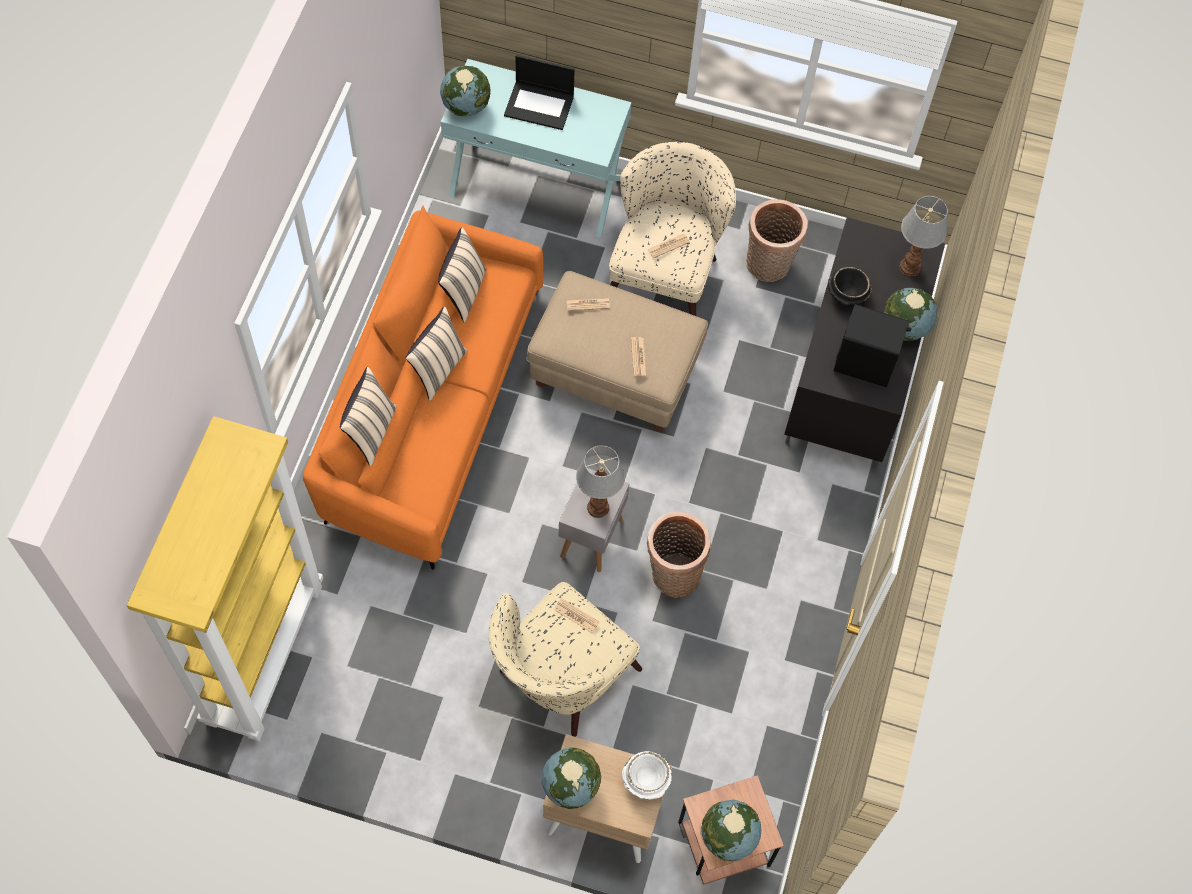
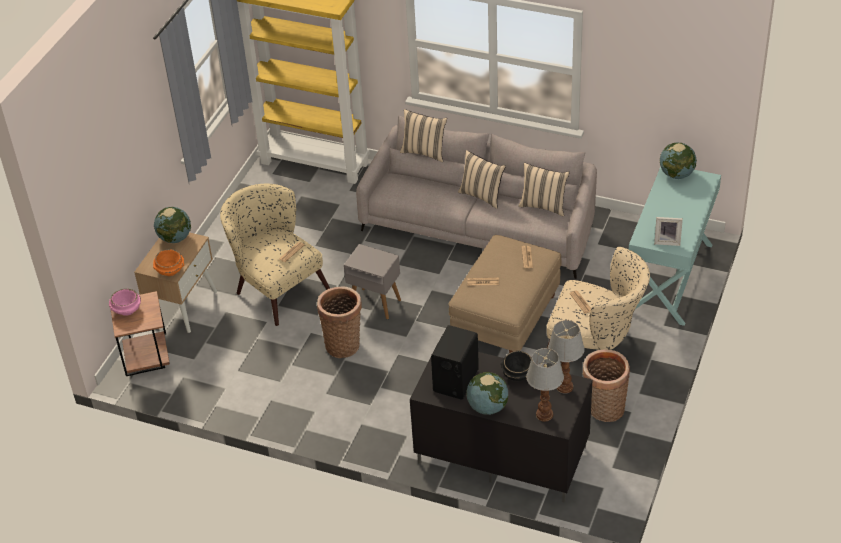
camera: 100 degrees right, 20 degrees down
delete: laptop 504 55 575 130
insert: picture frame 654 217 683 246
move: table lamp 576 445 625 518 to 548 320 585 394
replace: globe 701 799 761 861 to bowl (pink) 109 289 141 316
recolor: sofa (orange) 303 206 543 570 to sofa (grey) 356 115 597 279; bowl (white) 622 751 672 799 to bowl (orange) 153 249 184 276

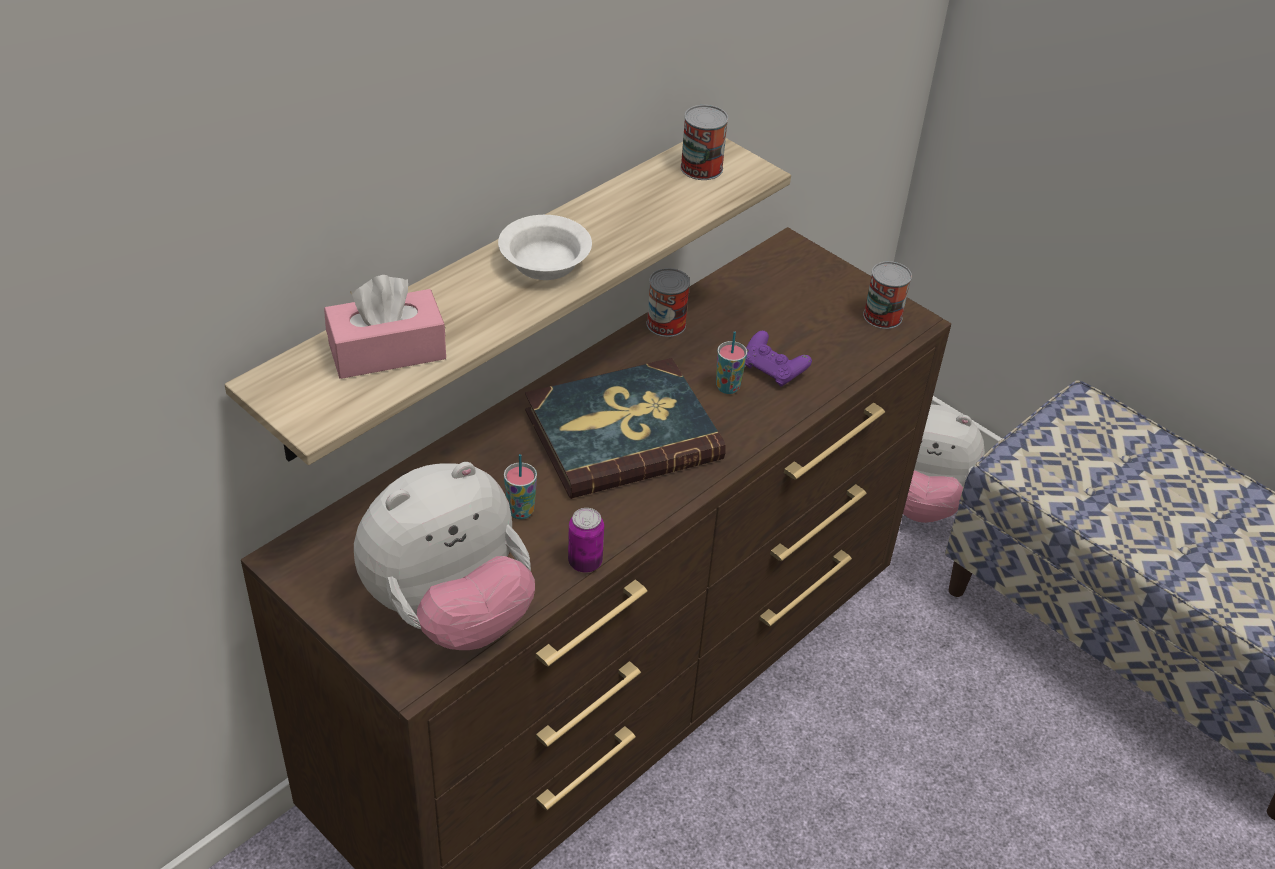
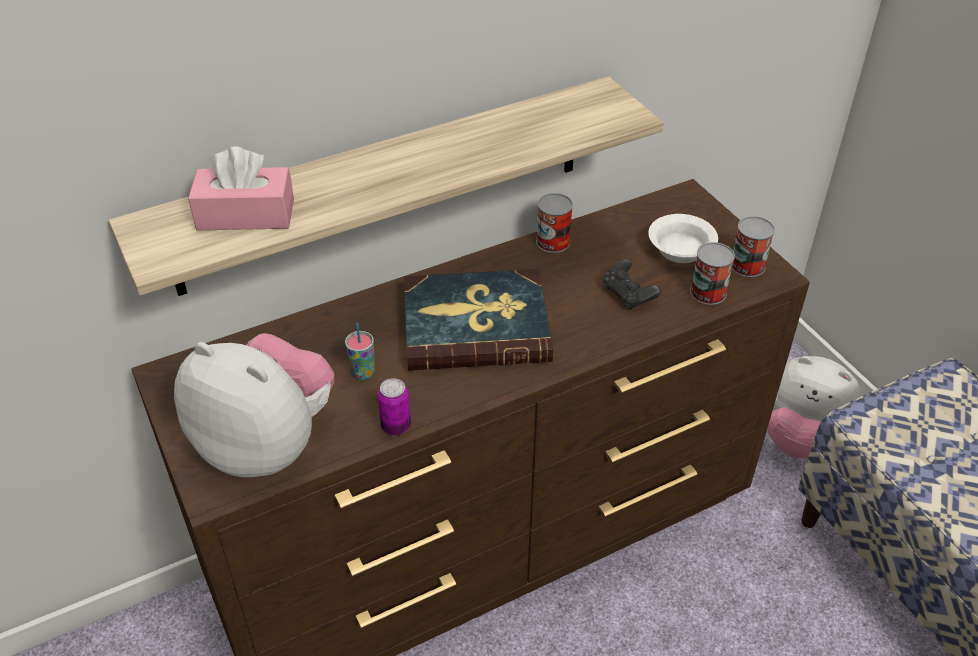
camera: 20 degrees right, 0 degrees up
delete: cup 716 331 747 394
move: bowl (white) 498 215 592 280 to 648 214 718 263; can 680 105 728 180 to 690 242 735 305
recolor: game controller (purple) 745 331 812 387 to game controller (black) 603 259 662 310
rotate: plush toy 354 462 535 650 = 174 333 334 477 135 degrees counterclockwise

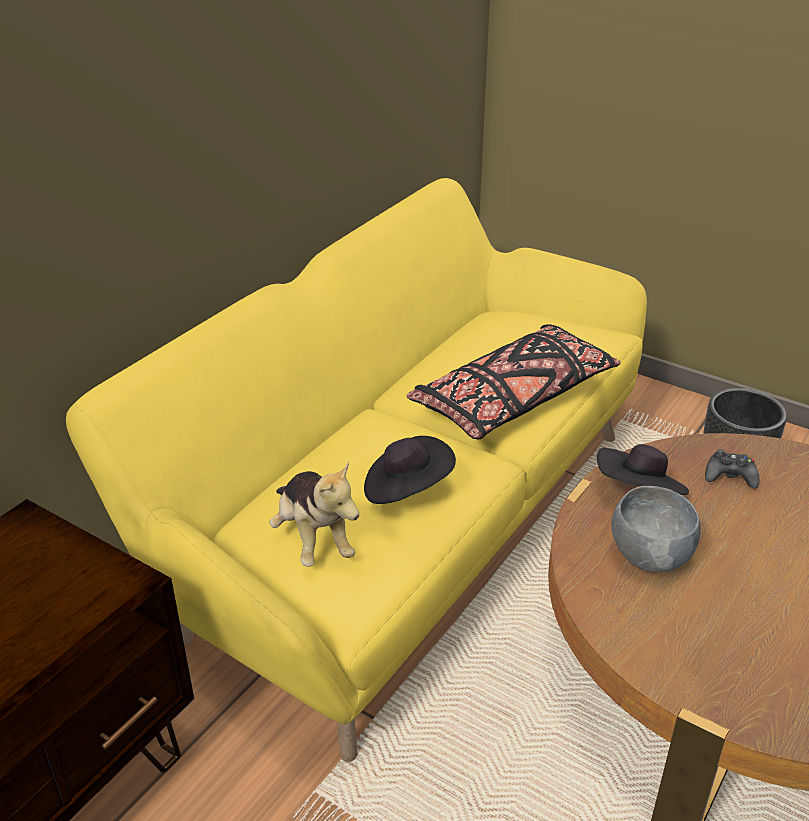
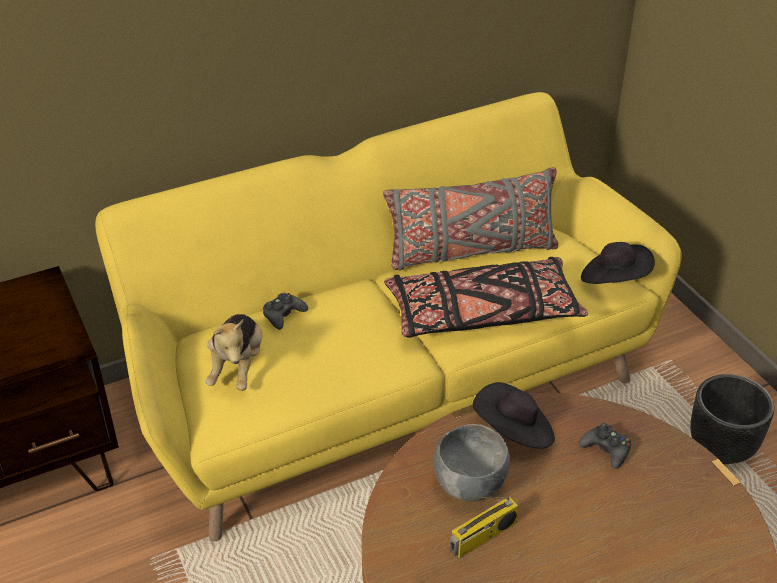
camera: 30 degrees right, 5 degrees up
insert: game controller (black) 263 293 308 330; pillow (grey) 383 167 558 270; radio 450 496 519 558
move: hat (black) 364 436 456 504 to 581 242 655 284

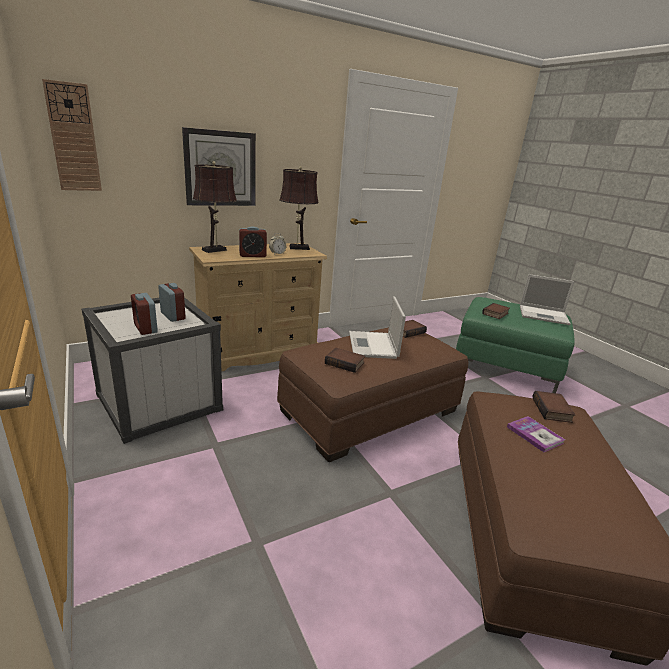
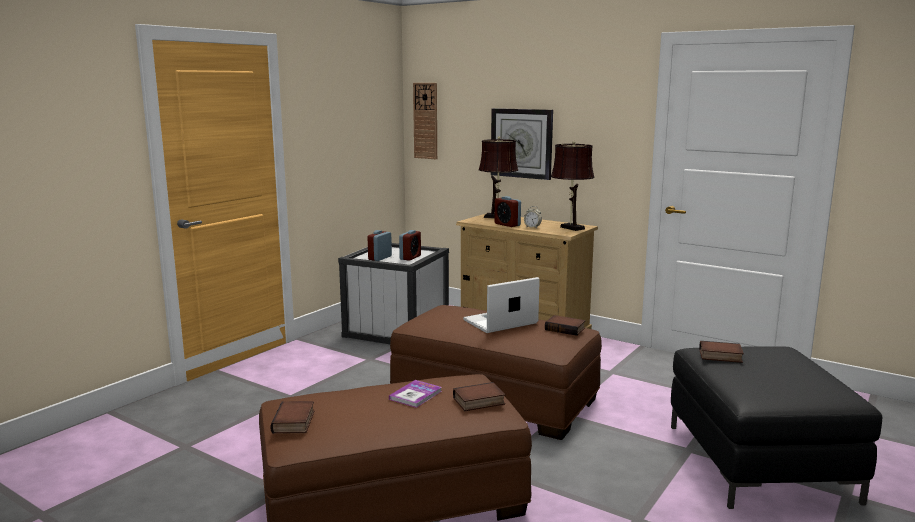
camera: 65 degrees right, 10 degrees down
delete: laptop 520 274 575 325
move: book 325 348 365 373 to 270 401 314 434
recolor: ottoman (green) 456 297 575 393 to ottoman (black) 671 346 882 509

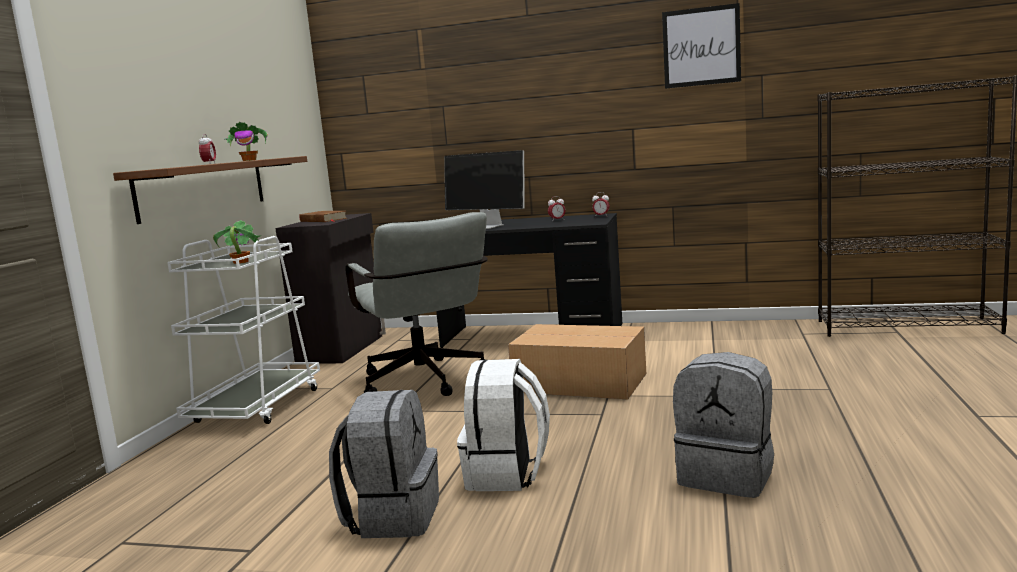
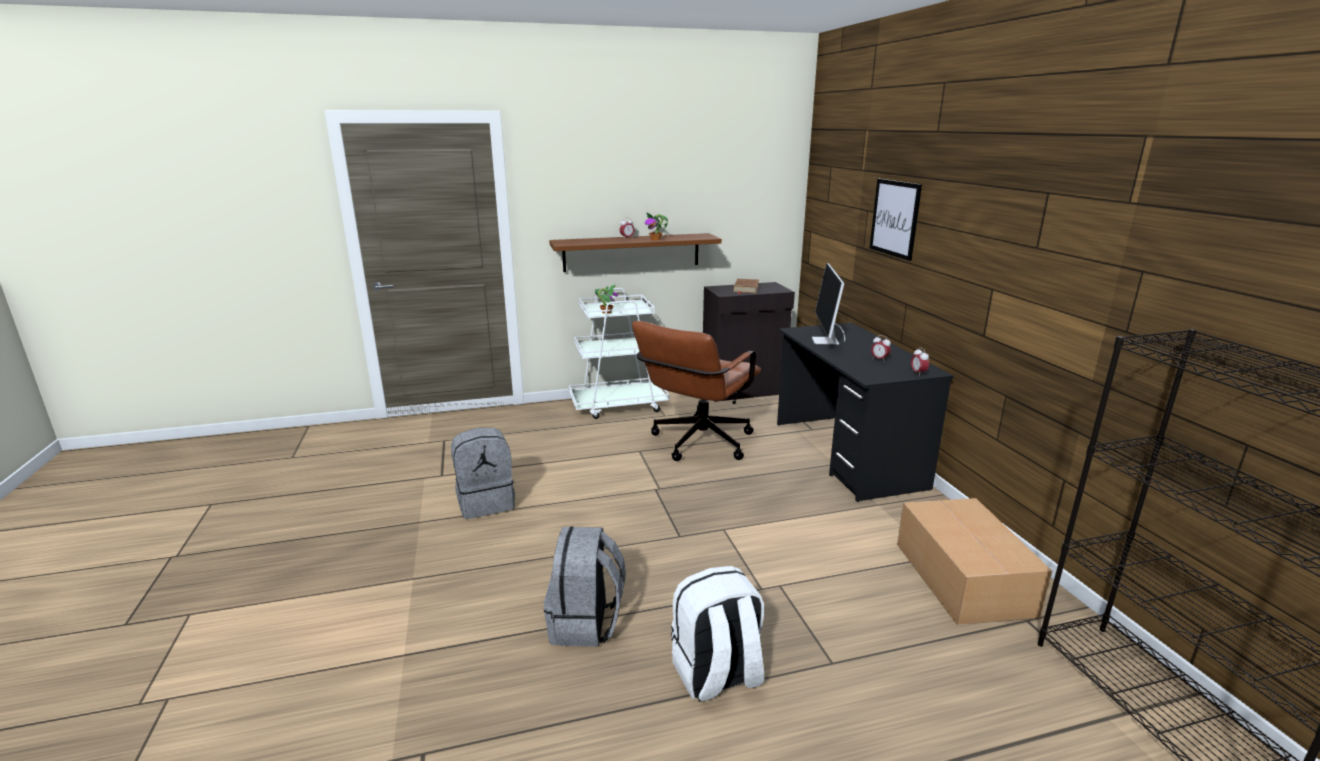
camera: 60 degrees right, 10 degrees up
move: backpack (white) 457 359 550 491 to 671 566 764 702; cardboard box 508 324 646 399 to 897 498 1052 625; picture 662 3 741 89 to 870 179 922 261
recolor: office chair (grey) 345 212 488 396 to office chair (brown) 632 321 761 461

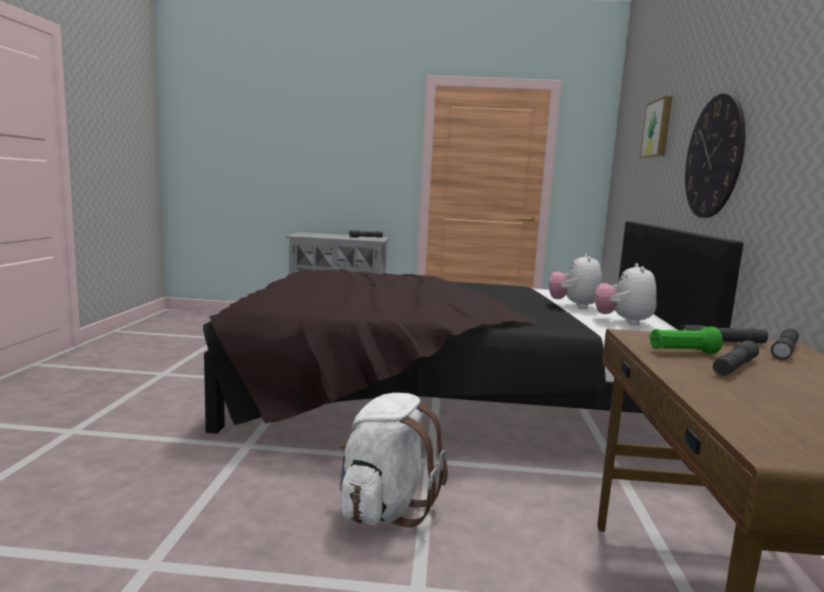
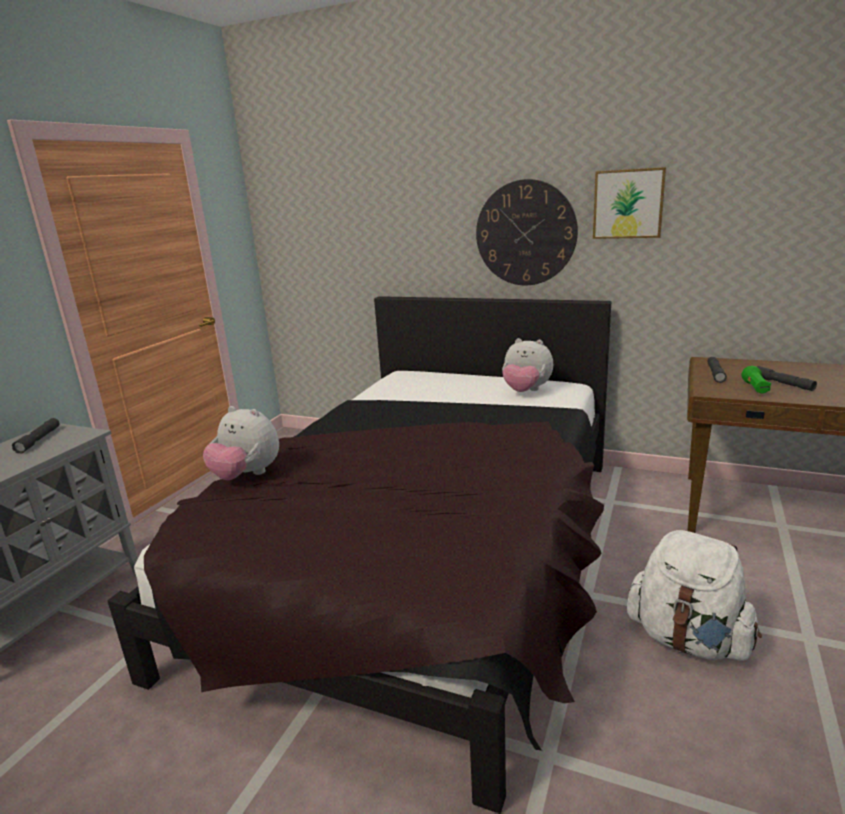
camera: 70 degrees left, 10 degrees up
delete: flashlight (grey) 771 328 799 360
move: plush toy 548 254 602 309 to 203 406 279 480; picture 640 96 673 159 to 593 167 666 239

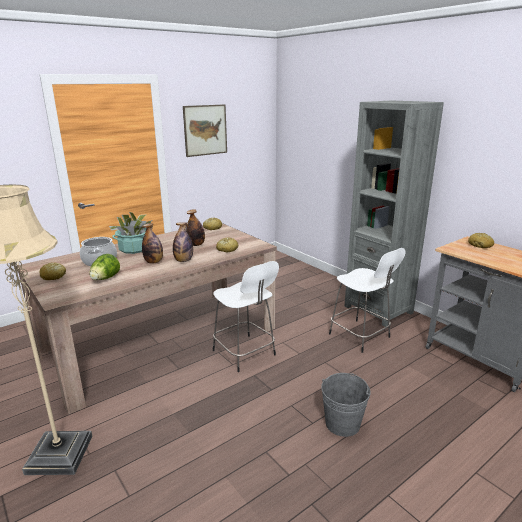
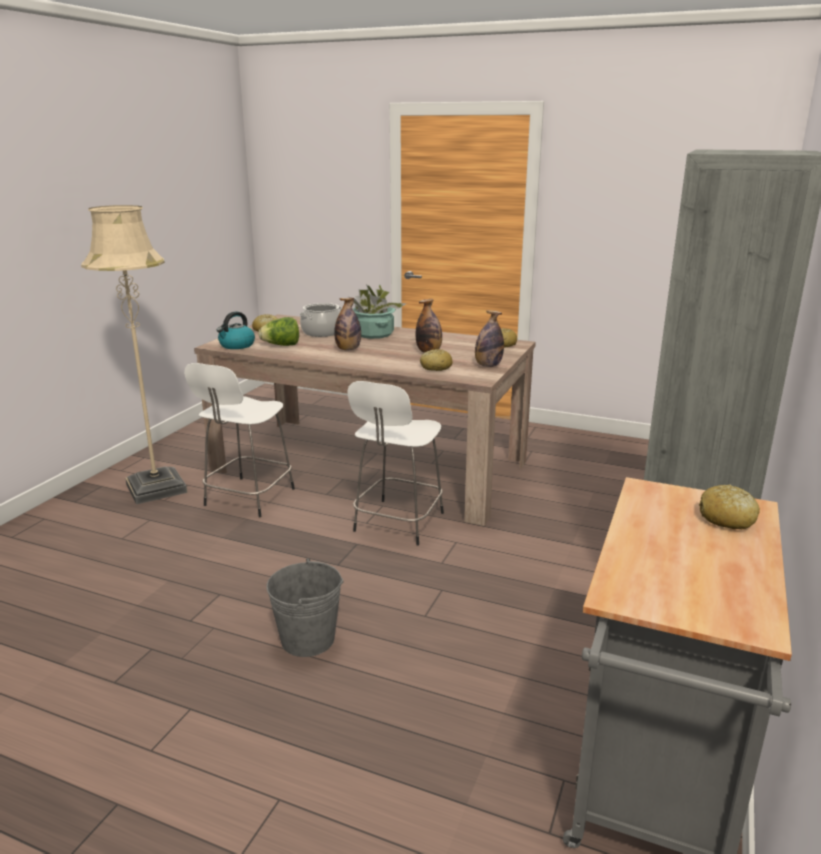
camera: 60 degrees right, 0 degrees up
delete: picture 183 104 227 157
insert: kettle 217 311 255 349
move: bottle 173 222 193 262 to 475 310 504 367; stool (white) 329 248 405 353 to 184 363 295 518

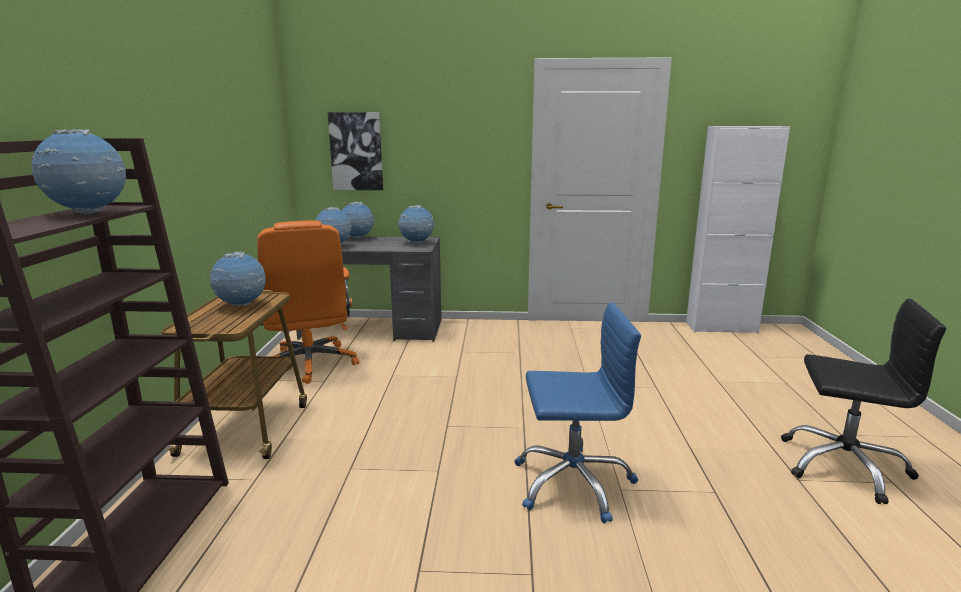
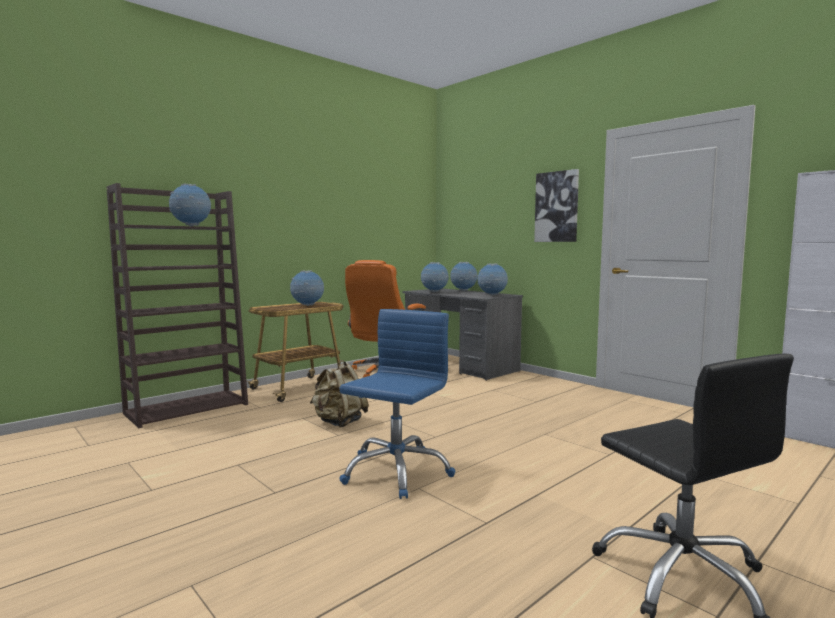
camera: 45 degrees right, 10 degrees down
insert: backpack (beige) 310 360 369 427
move: picture 328 112 383 190 to 534 169 579 242
rotate: office chair (blue) 515 303 641 523 = 339 309 455 499 105 degrees counterclockwise

